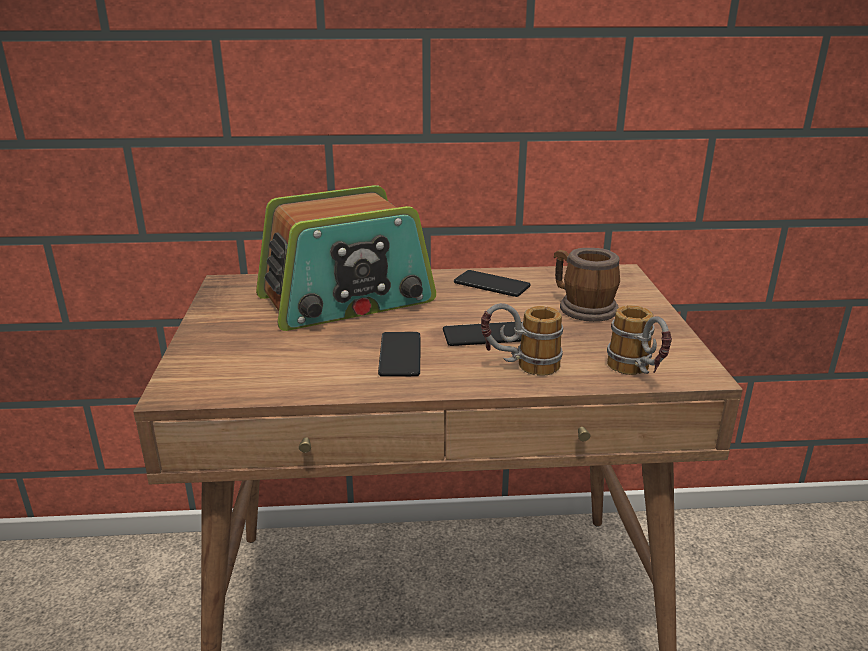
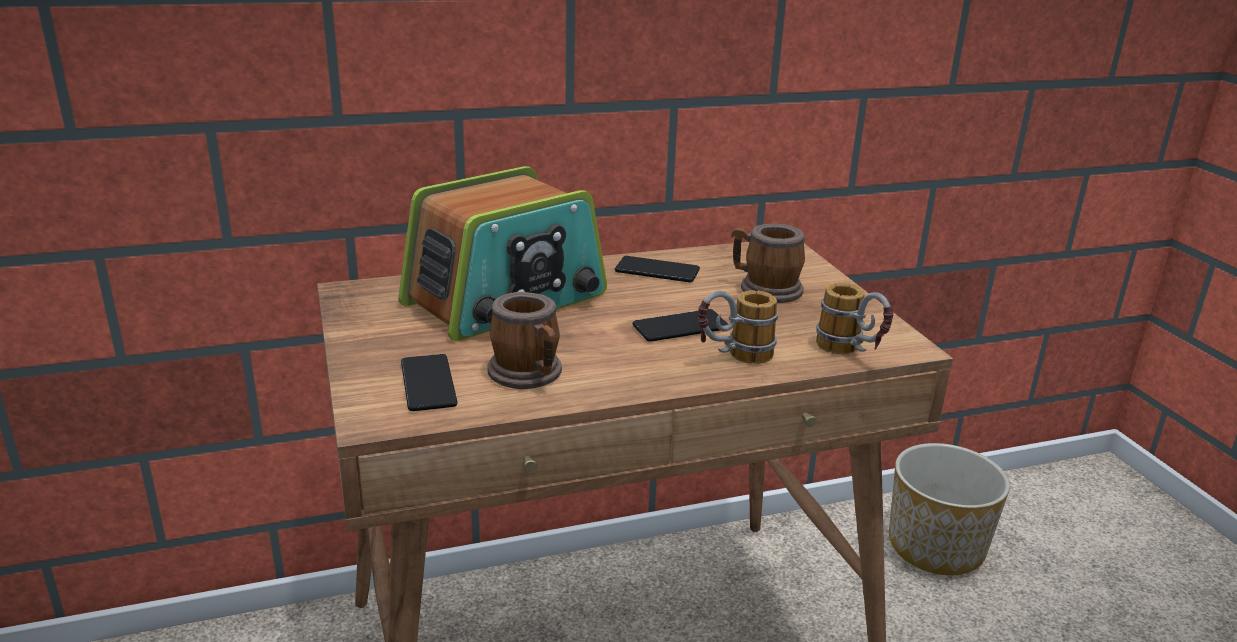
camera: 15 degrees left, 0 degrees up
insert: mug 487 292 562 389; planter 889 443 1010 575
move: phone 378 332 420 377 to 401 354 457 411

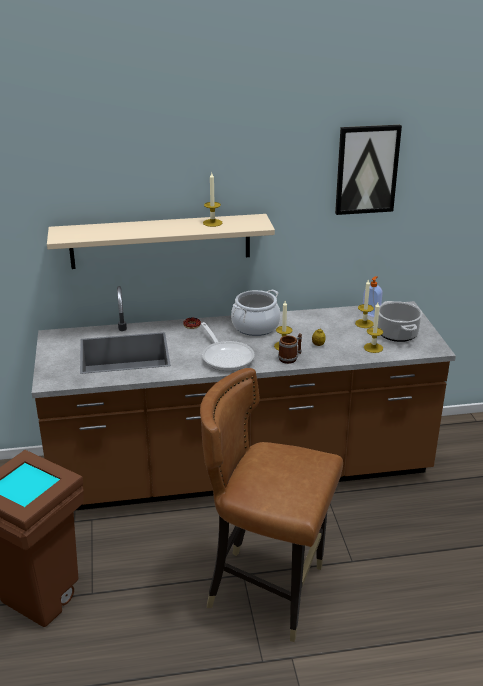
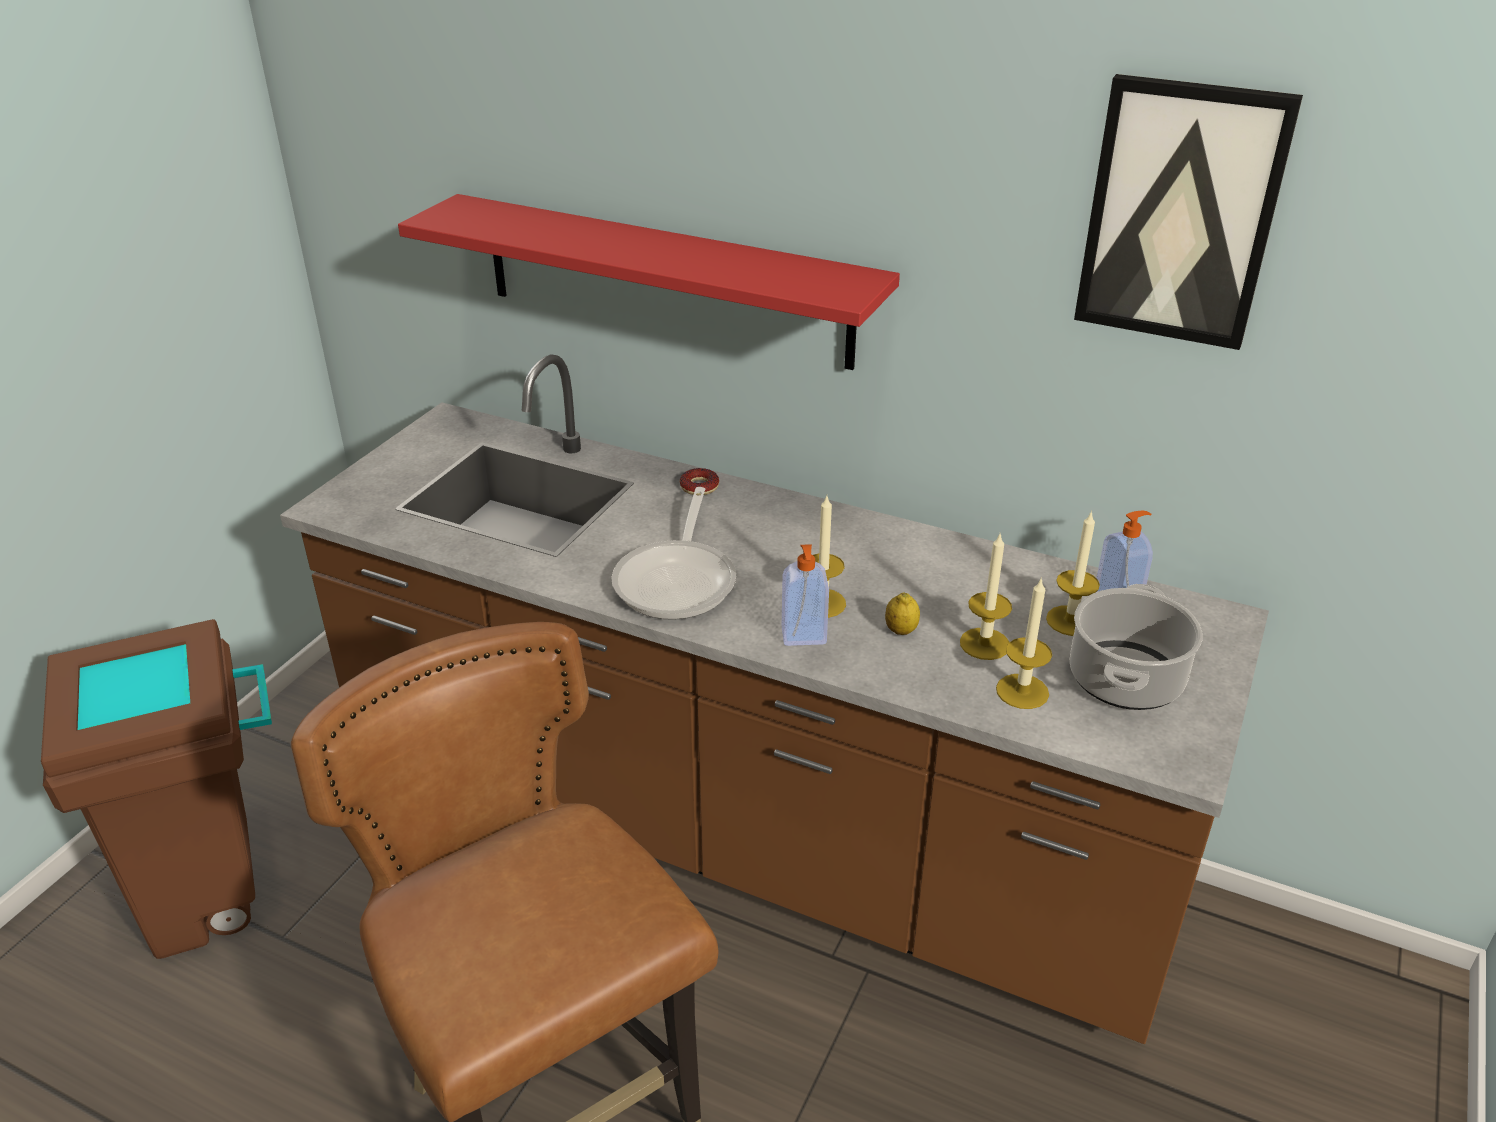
camera: 35 degrees right, 5 degrees up
delete: cooking pot 231 290 281 336
move: candle 203 173 222 227 to 960 534 1012 660
replace: mug 278 333 302 364 to soap dispenser 782 544 829 646
recolor: shelf (beige) 47 214 275 269 to shelf (red) 398 194 900 370

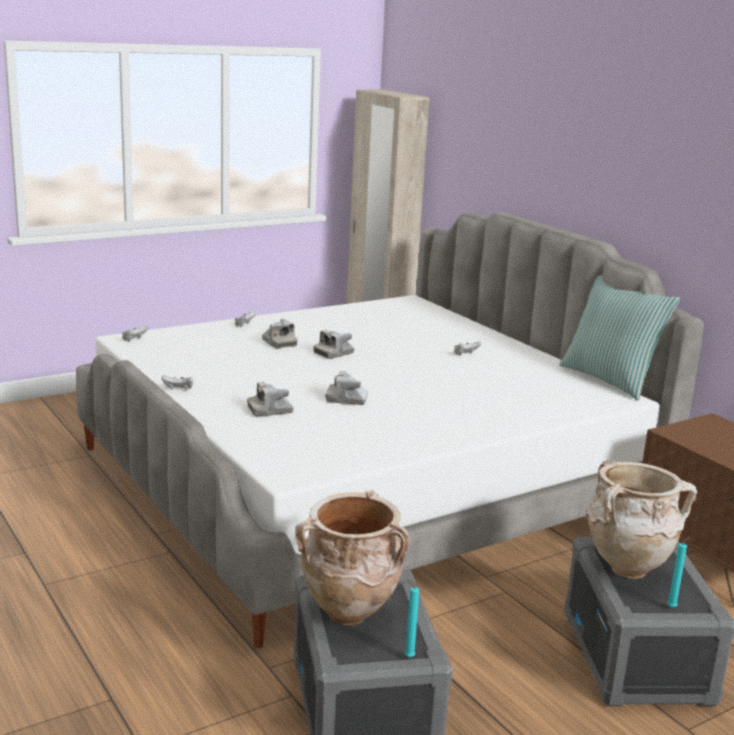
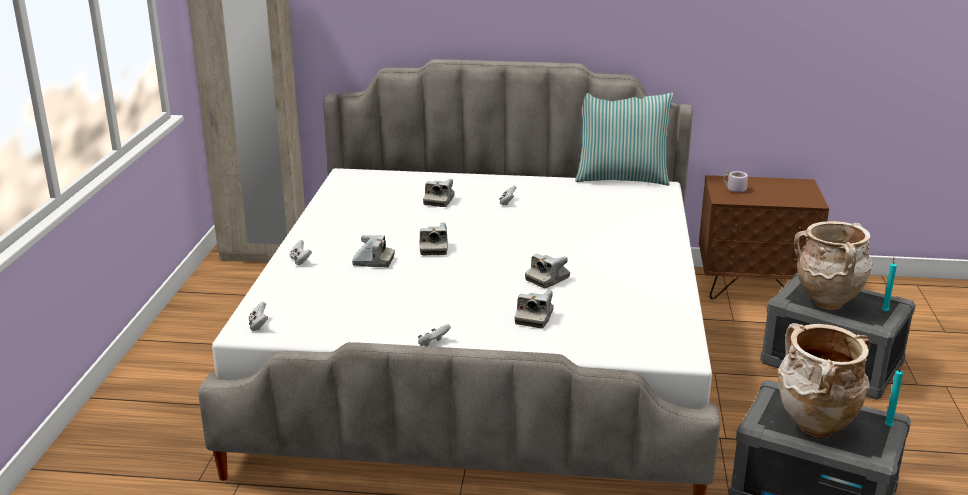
camera: 50 degrees left, 5 degrees up
insert: photo camera 423 179 455 207; mug (grey) 723 171 748 196

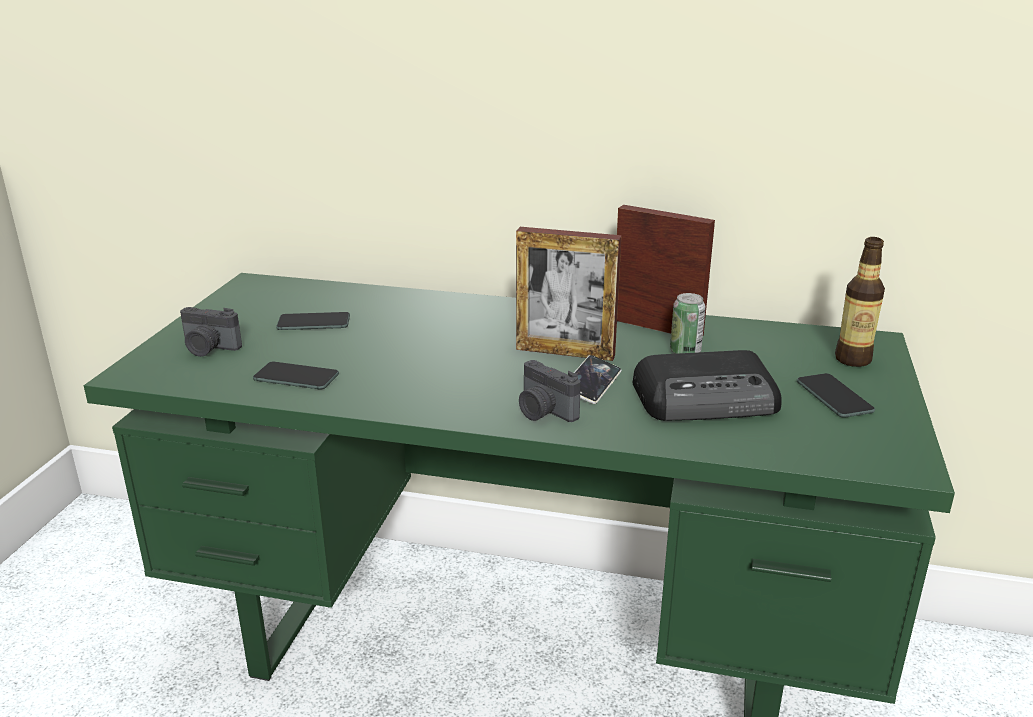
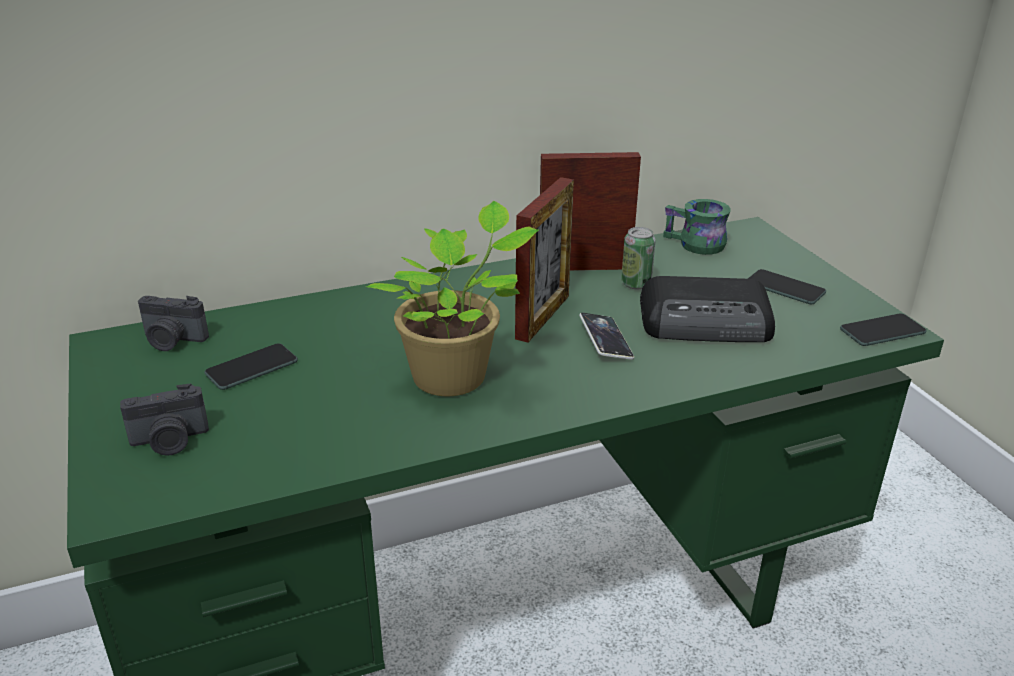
camera: 35 degrees left, 5 degrees up
delete: bottle 835 237 885 367
insert: potted plant 366 201 539 396; mug (green) 663 199 731 255
move: phone 253 362 339 390 to 840 313 927 346; photo camera 519 360 581 422 to 138 296 209 351
rotate: picture frame 516 227 621 361 = 515 177 574 343 45 degrees counterclockwise; radio 633 350 782 421 = 640 276 775 342 45 degrees clockwise

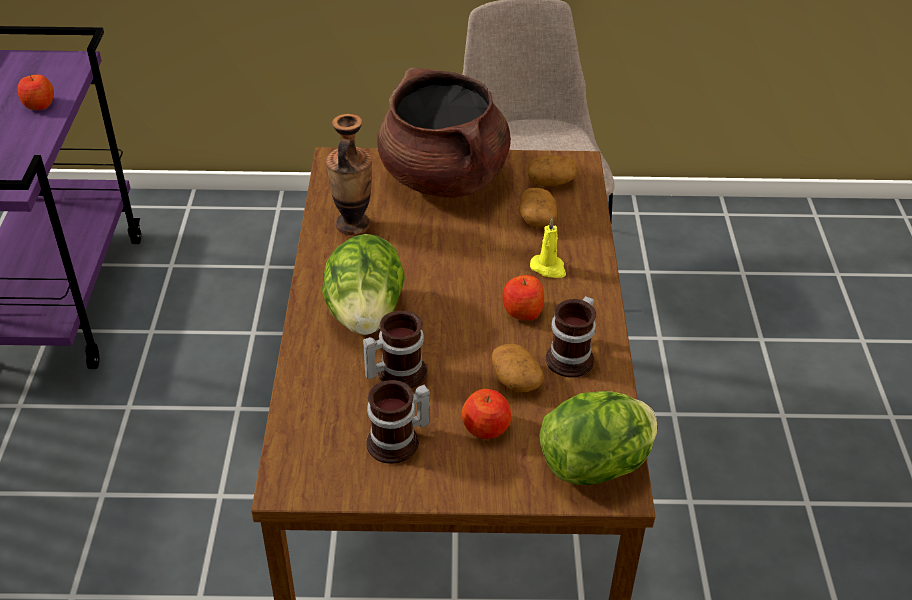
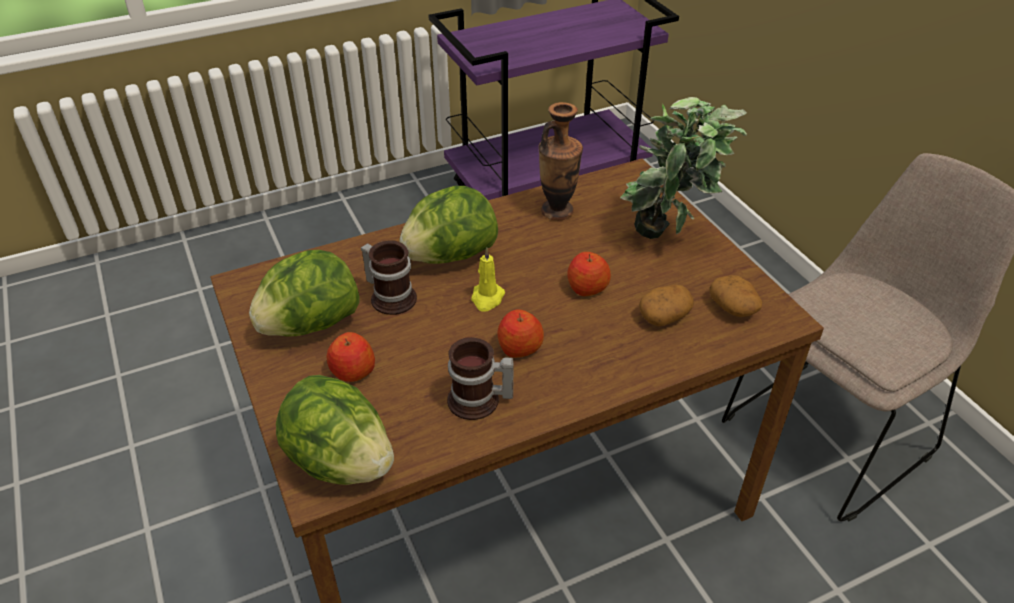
camera: 65 degrees right, 0 degrees up
delete: potato 492 344 544 393
move: apple 17 74 54 110 to 567 252 611 296; candle (yellow) 530 218 566 278 to 471 247 505 312
replace: mug 366 380 430 464 to lettuce 249 250 360 337; cooking pot (brown) 377 68 511 198 to potted plant 620 97 747 239

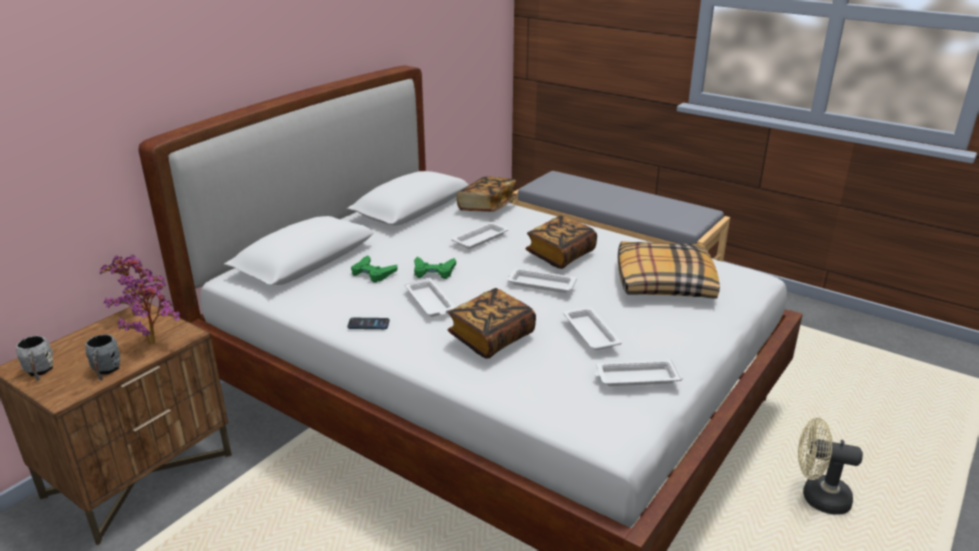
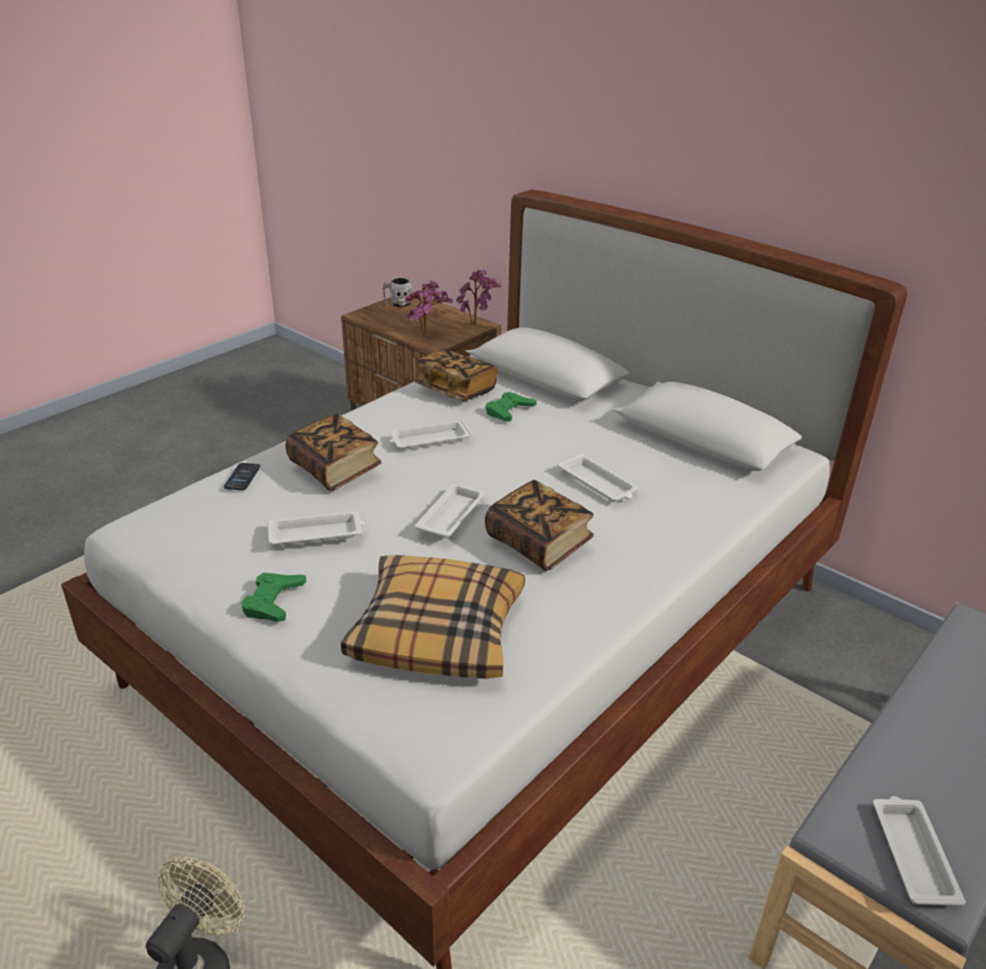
camera: 95 degrees right, 5 degrees up
delete: mug (grey) 85 334 121 380
move: phone 347 318 390 329 to 224 463 260 490; game controller (green) 414 257 456 279 to 241 572 307 622; book 457 176 517 212 to 414 349 498 401; tray (white) 595 359 683 386 to 873 796 966 906

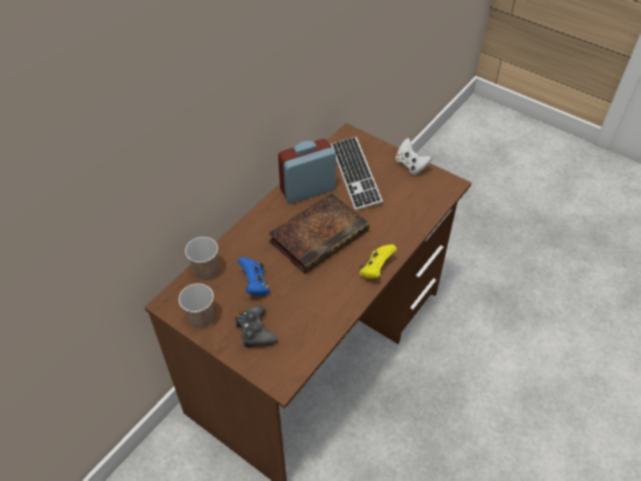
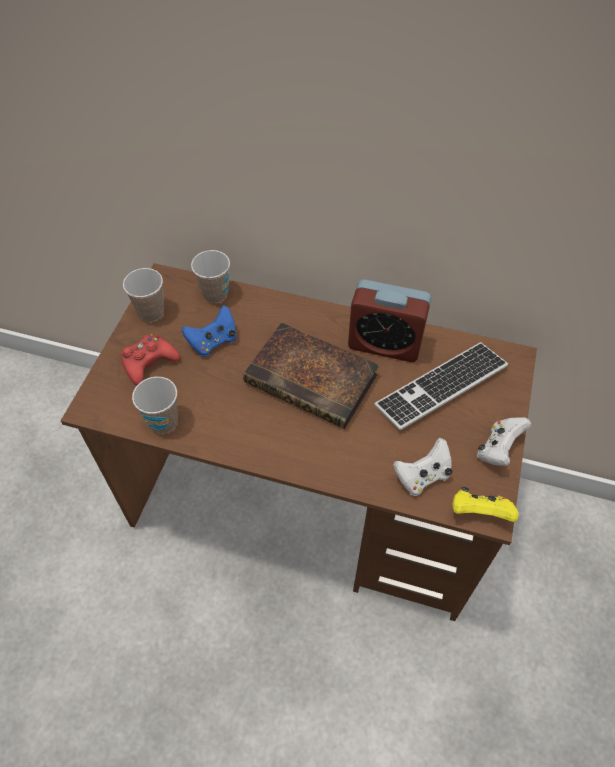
camera: 70 degrees right, 5 degrees up
insert: cup 132 377 178 434; game controller (white) 393 438 453 496
move: game controller (yellow) 359 244 397 279 to 452 487 519 522
recolor: game controller (black) 235 305 277 348 to game controller (red) 121 334 180 386
rotate: alarm clock 278 139 336 204 = 348 280 431 362 150 degrees clockwise

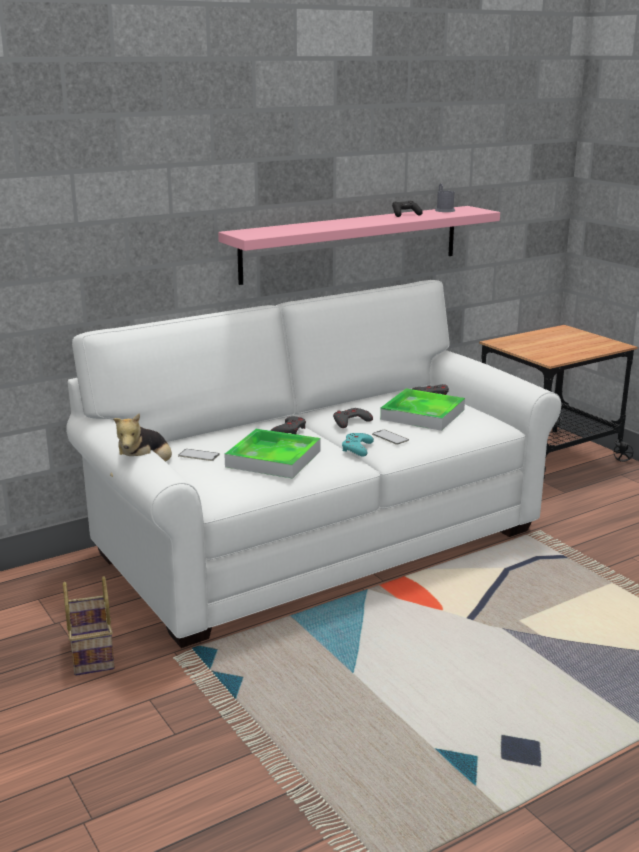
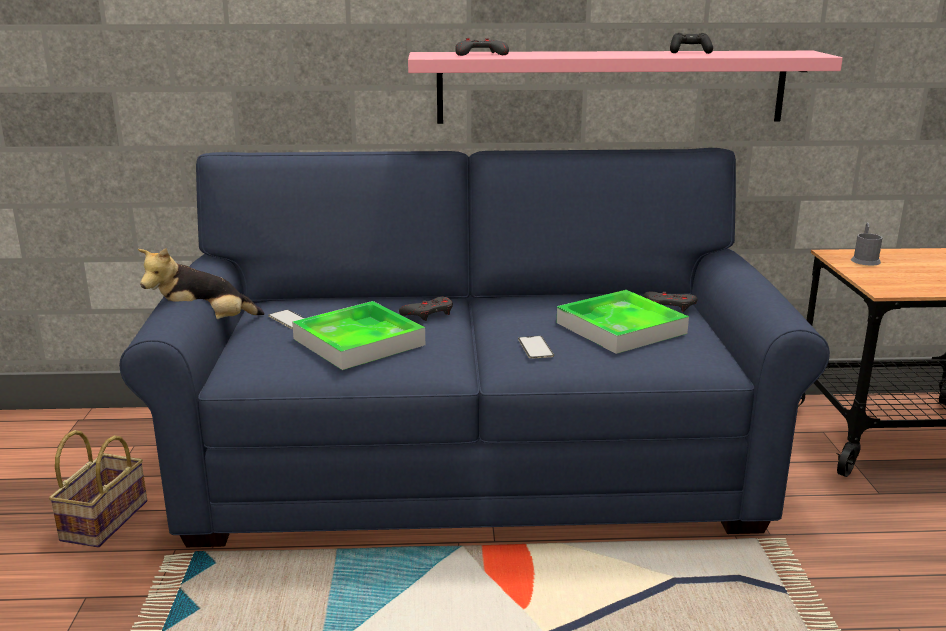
camera: 30 degrees right, 0 degrees up
delete: game controller (turquoise) 342 433 374 456
move: game controller (grey) 333 408 373 428 to 455 38 509 56; mug (grey) 435 183 455 212 to 851 223 882 266
recolor: sofa (white) 66 280 561 648 to sofa (blue) 119 148 830 547

